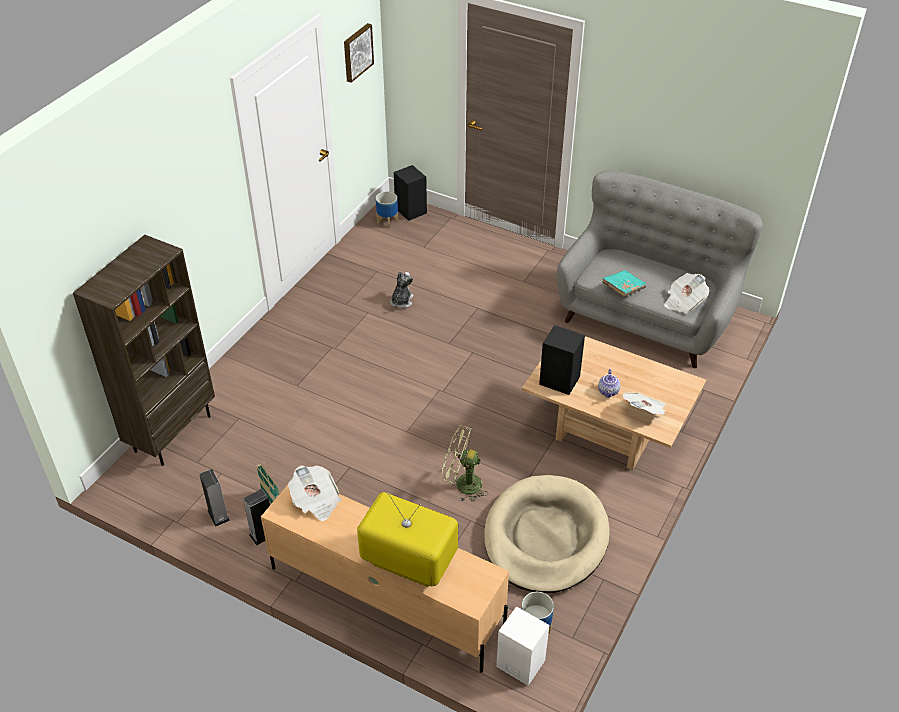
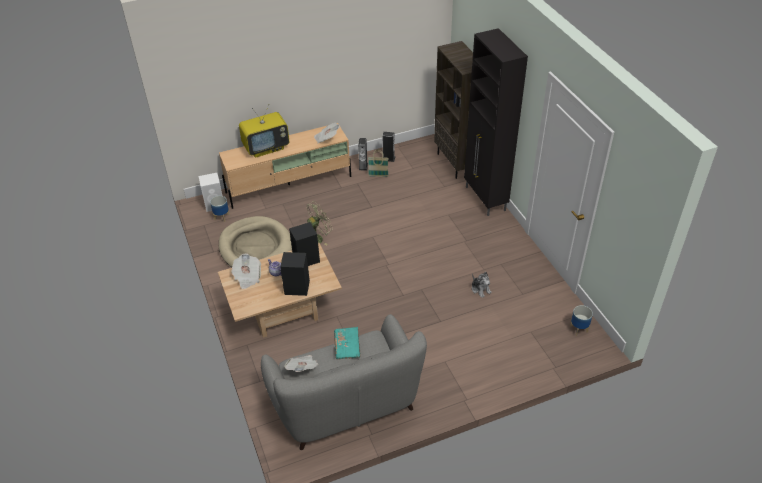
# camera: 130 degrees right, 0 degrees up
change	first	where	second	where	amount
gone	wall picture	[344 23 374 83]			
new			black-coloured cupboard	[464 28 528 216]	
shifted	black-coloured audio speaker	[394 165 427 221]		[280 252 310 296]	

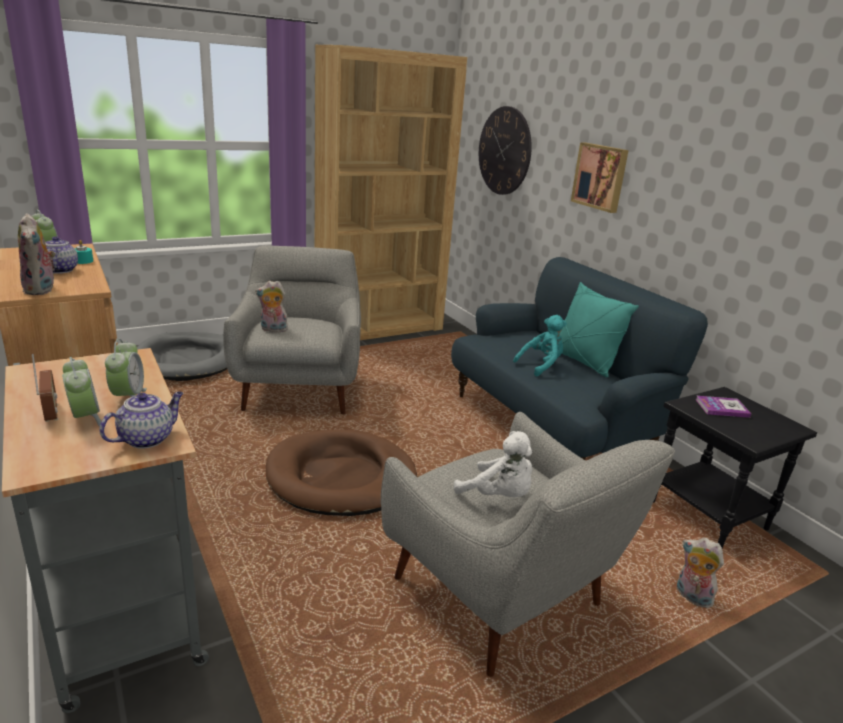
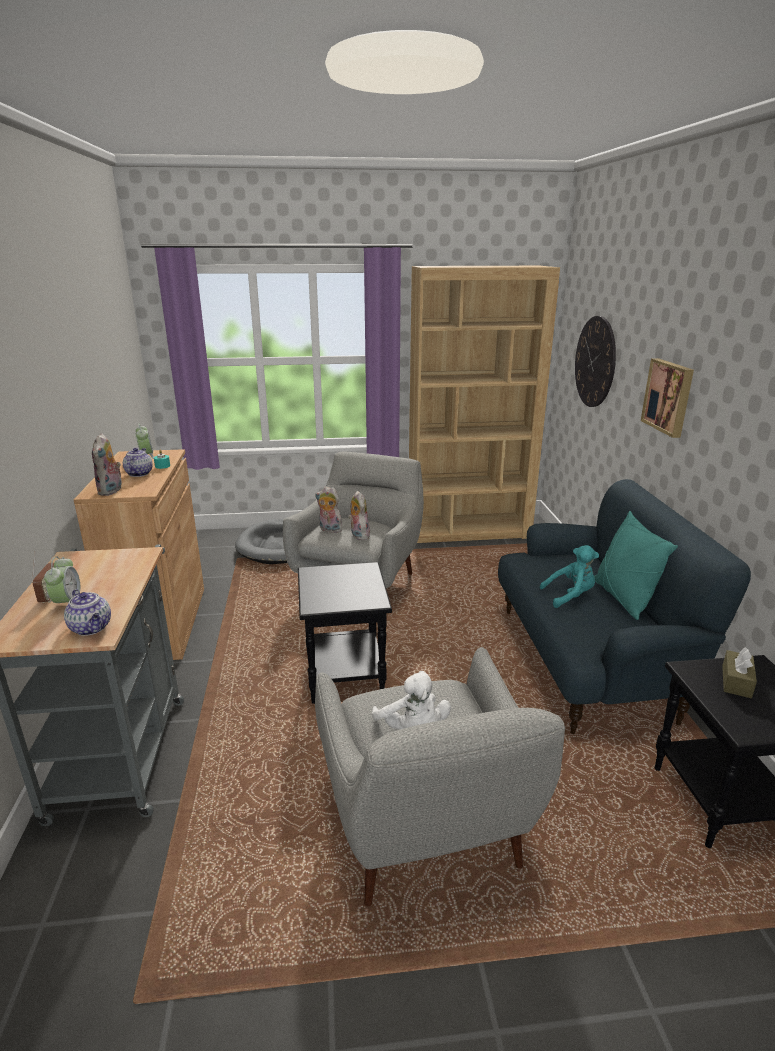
# camera: 25 degrees right, 0 degrees up
change	first	where	second	where	amount
gone	bedside clock	[105 339 147 397]			
shifted	plush toy	[677 538 724 608]		[348 491 370 540]	
swapped	brownish pet bed	[266 429 417 516]	black-coloured end table	[298 562 392 704]	
swapped	bound book	[695 396 751 418]	brownish tissue box	[722 647 757 698]	
rotated	tea pot	[99 392 184 449]		[64 589 111 636]	75 degrees clockwise

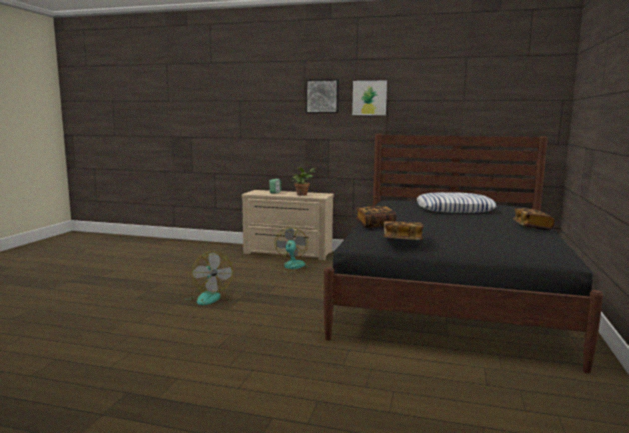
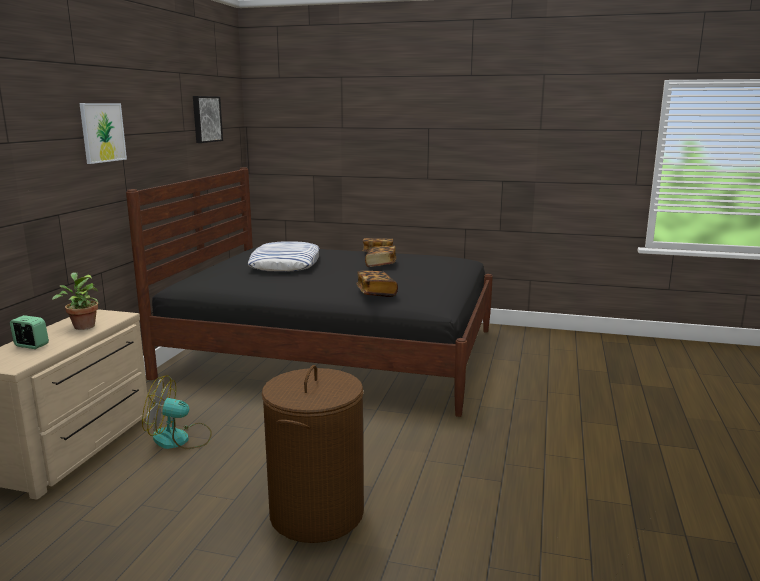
# camera: 90 degrees left, 5 degrees up
change	first	where	second	where	amount
shifted	wall picture	[306 79 339 113]		[193 96 223 143]	
shifted	bound book	[383 221 424 240]		[365 246 397 267]	
swapped	electric fan	[181 251 233 305]	brownish laundry basket	[262 365 364 543]	

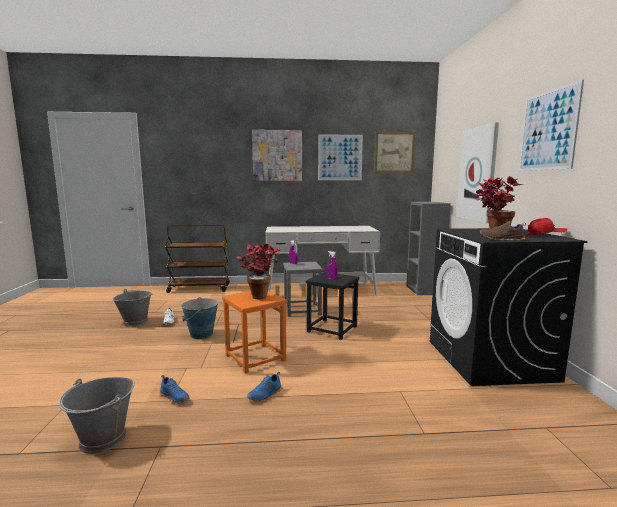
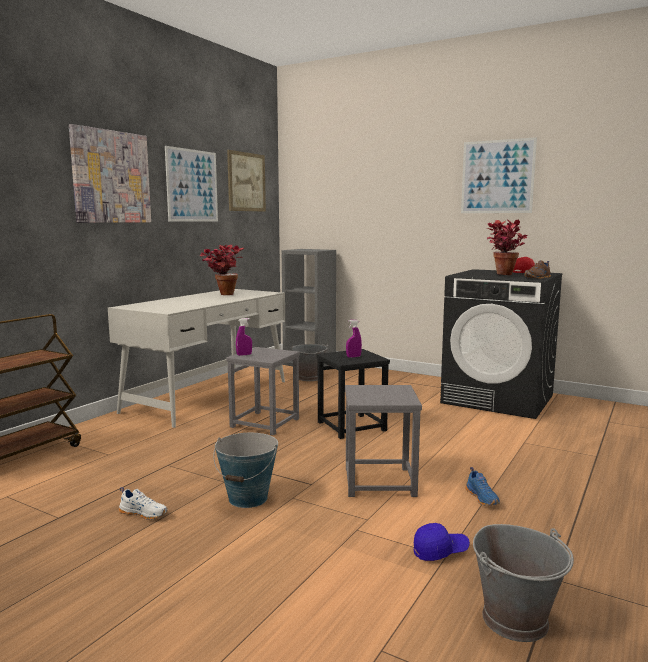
# camera: 55 degrees left, 0 degrees up
change	first	where	second	where	amount
gone	wall picture	[456 122 499 223]			
shifted	gray water bucket	[112 289 152 326]		[290 343 329 381]	
shifted	houseplant	[237 244 281 299]		[200 245 244 295]	
swapped	bluish shoe	[160 375 189 404]	bluish baseball cap	[413 523 470 561]	
repainted	orange stool	[222 291 287 374]	gray stool	[345 385 422 497]	

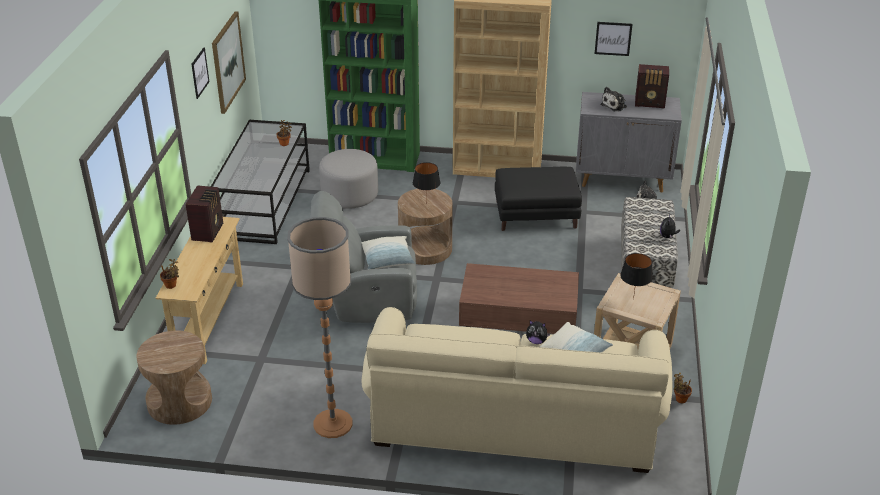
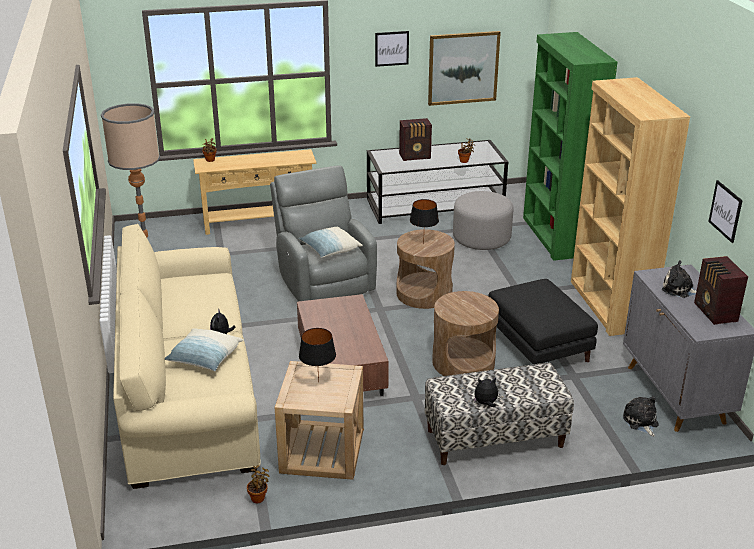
# camera: 70 degrees right, 5 degrees down
change	first	where	second	where	amount
shifted	brownish end table	[136 330 212 425]		[432 291 499 376]	
shifted	radio set	[186 185 223 243]		[399 118 432 161]	

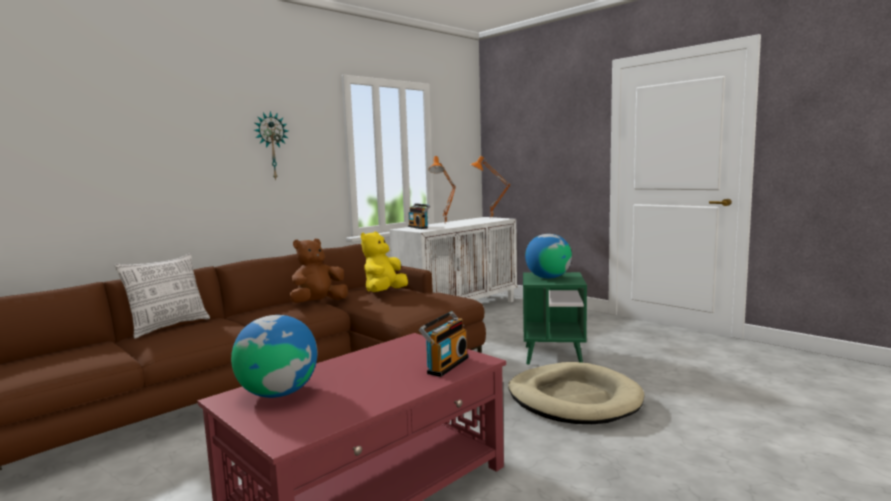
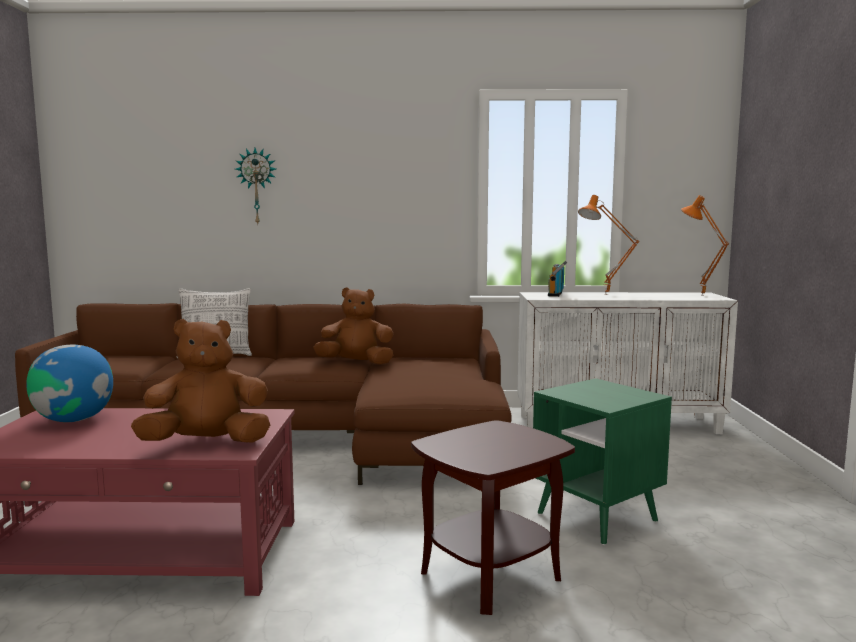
# camera: 45 degrees right, 0 degrees up
change	first	where	second	where	amount
gone	yellow plush toy	[361 231 408 292]			
gone	desk globe	[525 234 572 279]			
shifted	wall clock	[254 111 288 181]		[235 148 276 225]	
swapped	radio set	[419 311 469 377]	brownish plush toy	[131 319 270 443]	
swapped	beige pet bed	[508 362 644 424]	brownish end table	[411 420 575 615]	

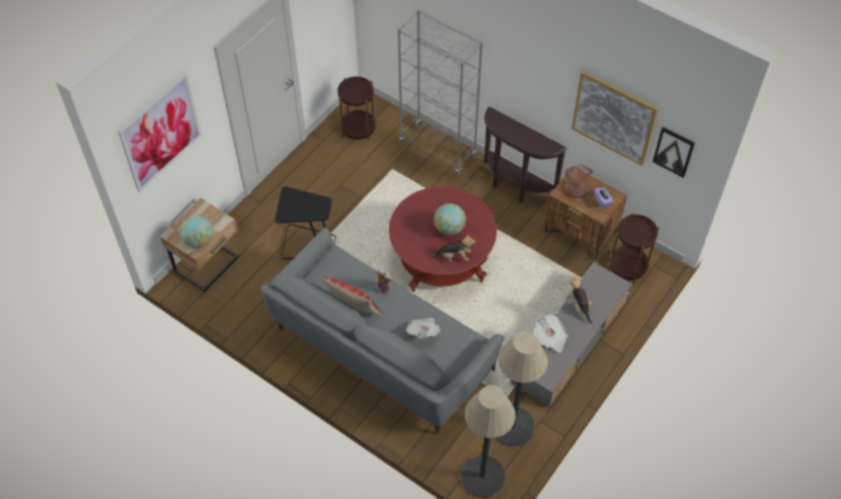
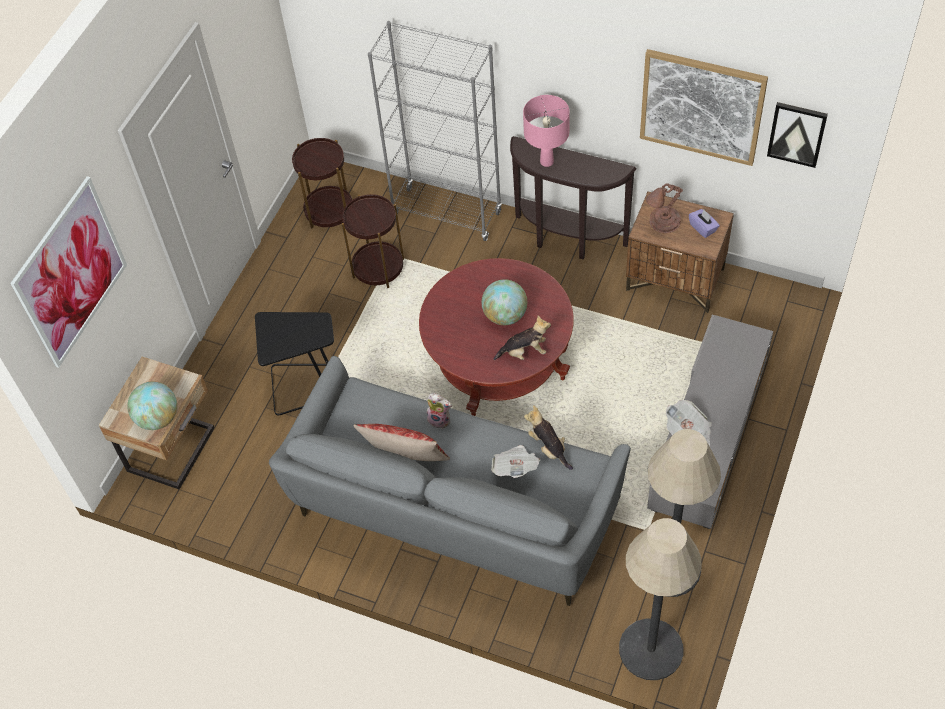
# camera: 10 degrees left, 0 degrees up
change	first	where	second	where	amount
new			pink tabletop lamp	[523 95 570 167]	
shifted	plush toy	[568 275 592 324]		[524 405 573 470]	
shifted	brownish end table	[608 213 659 283]		[341 194 404 288]	

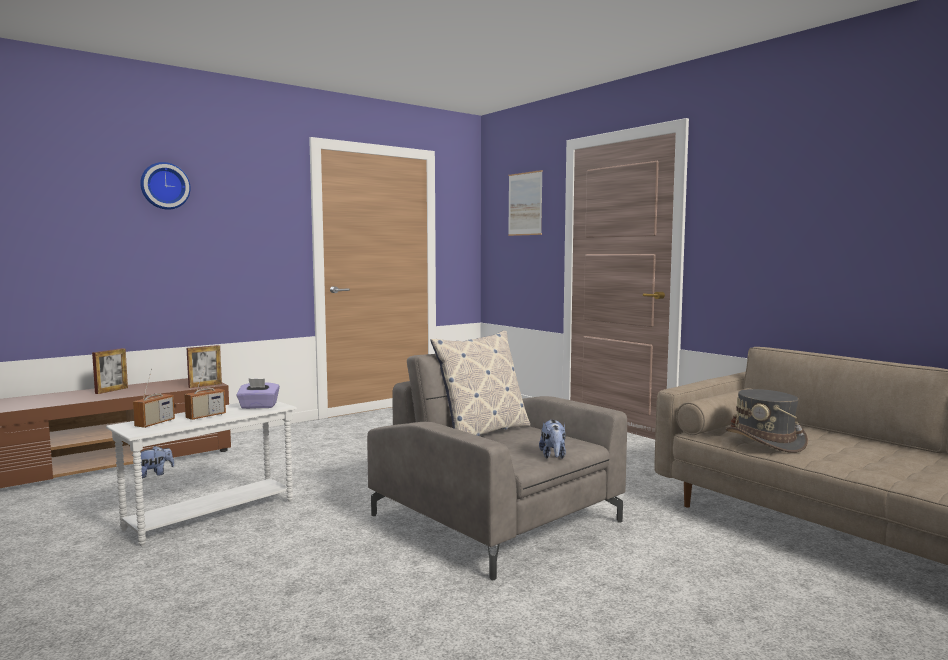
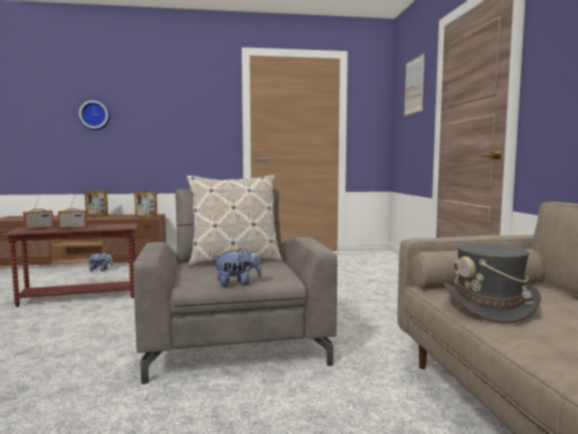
# camera: 30 degrees right, 0 degrees up
change	first	where	second	where	amount
gone	purplish tissue box	[236 378 280 409]			
shifted	wall clock	[140 162 191 210]		[78 99 110 130]	
repainted	white end table	[106 401 297 546]	brownish end table	[4 223 138 307]	
rotated	plush toy	[539 420 566 459]		[213 248 261 287]	135 degrees counterclockwise

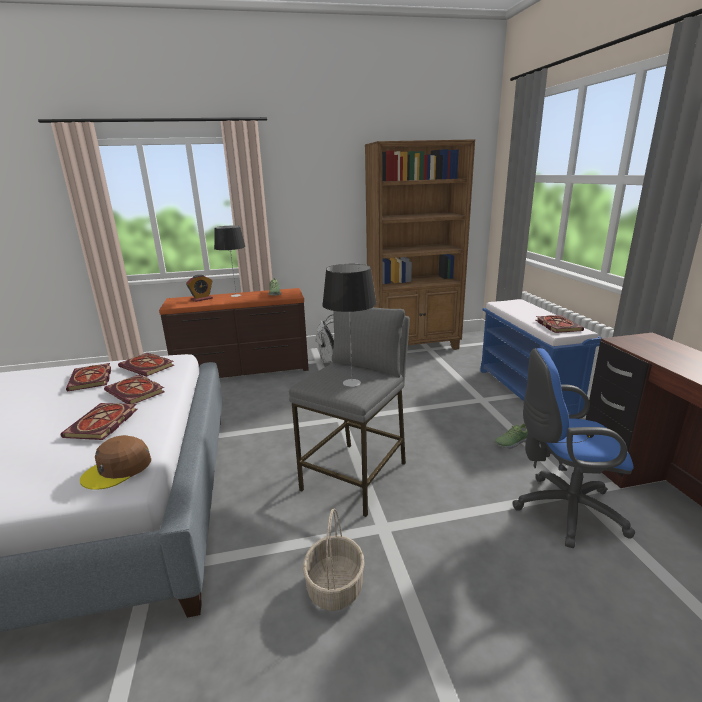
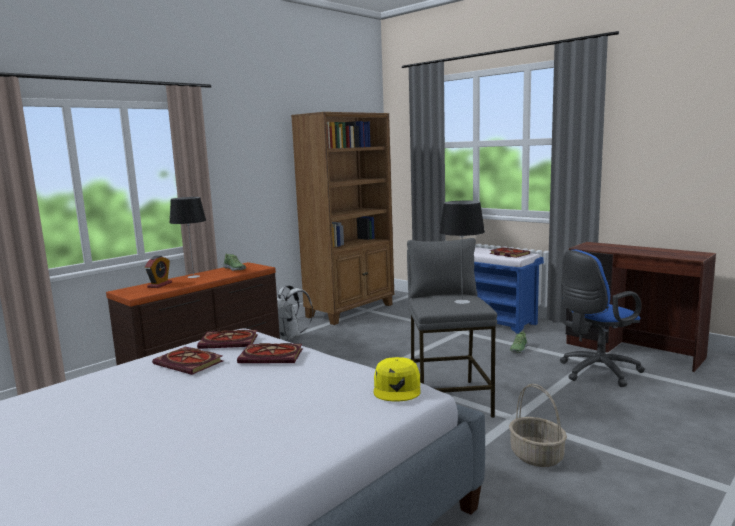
# camera: 35 degrees left, 10 degrees down
change	first	where	second	where	amount
gone	bound book	[60 403 138 440]			
repainted	brownish baseball cap	[80 435 151 490]	yellow baseball cap	[373 357 421 402]	

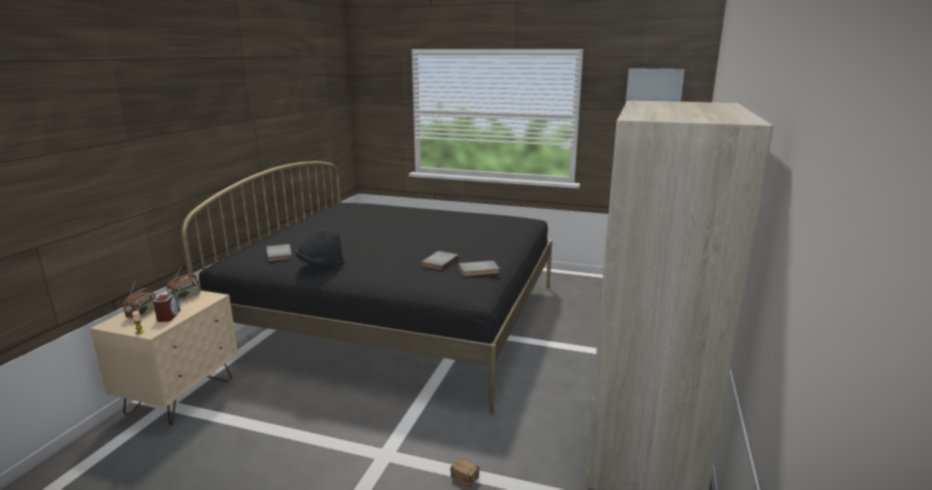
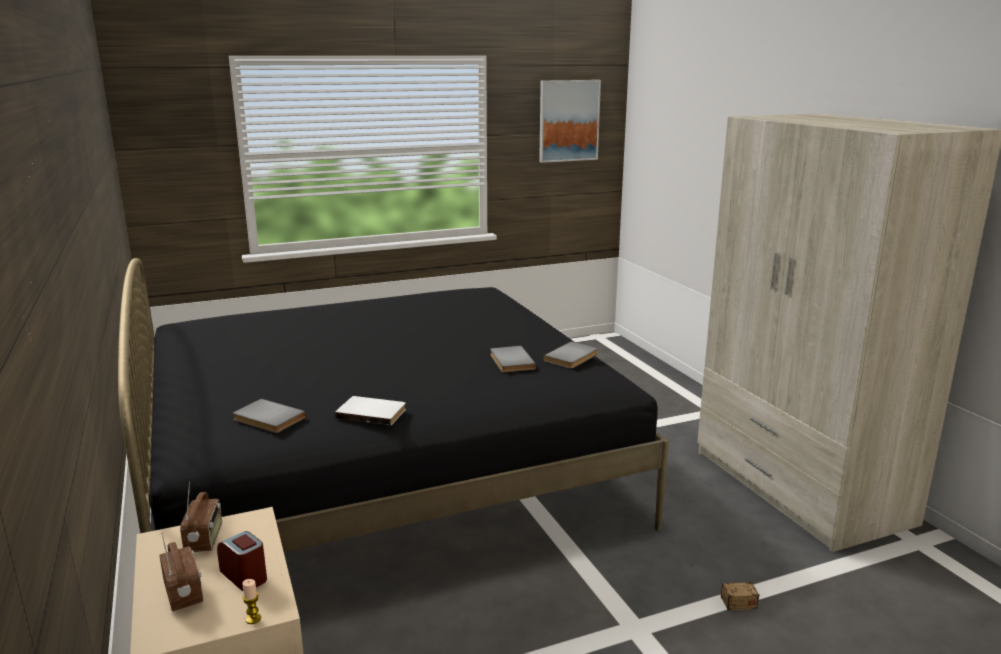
# camera: 40 degrees left, 0 degrees up
change	first	where	second	where	amount
swapped	black-coloured hat	[296 228 345 267]	white bound book	[335 396 406 425]	

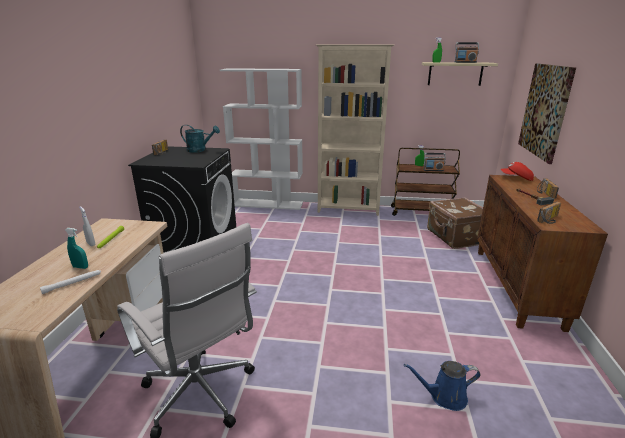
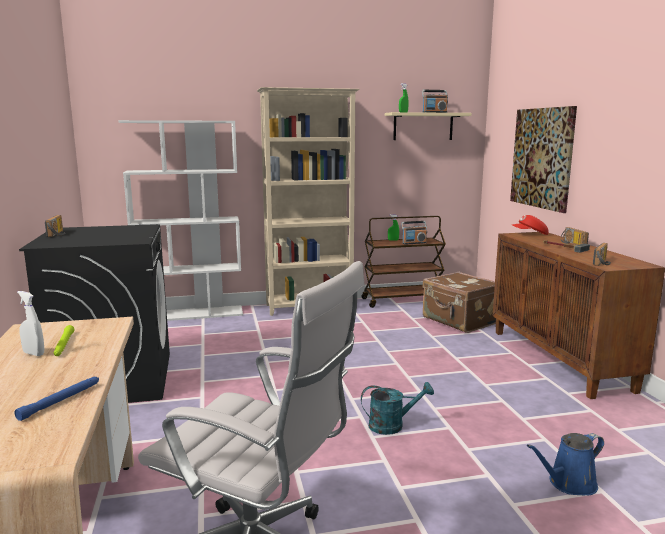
# camera: 20 degrees left, 10 degrees down
change	first	where	second	where	amount
gone	turquoise sprayer	[65 228 88 269]			
shifted	turquoise watering pot	[180 125 220 153]		[361 382 434 435]	
repainted	white hand torch	[40 270 101 294]	bluish hand torch	[14 377 99 421]	

